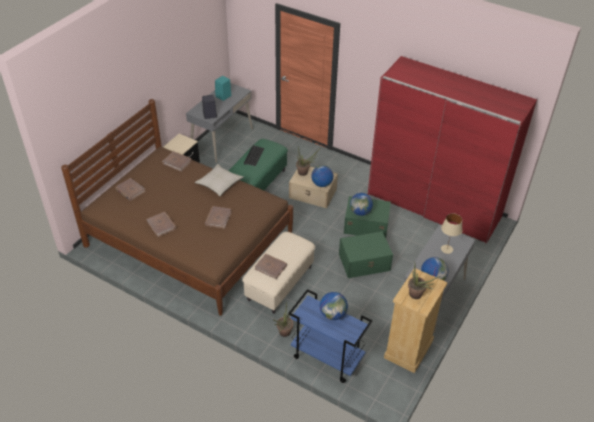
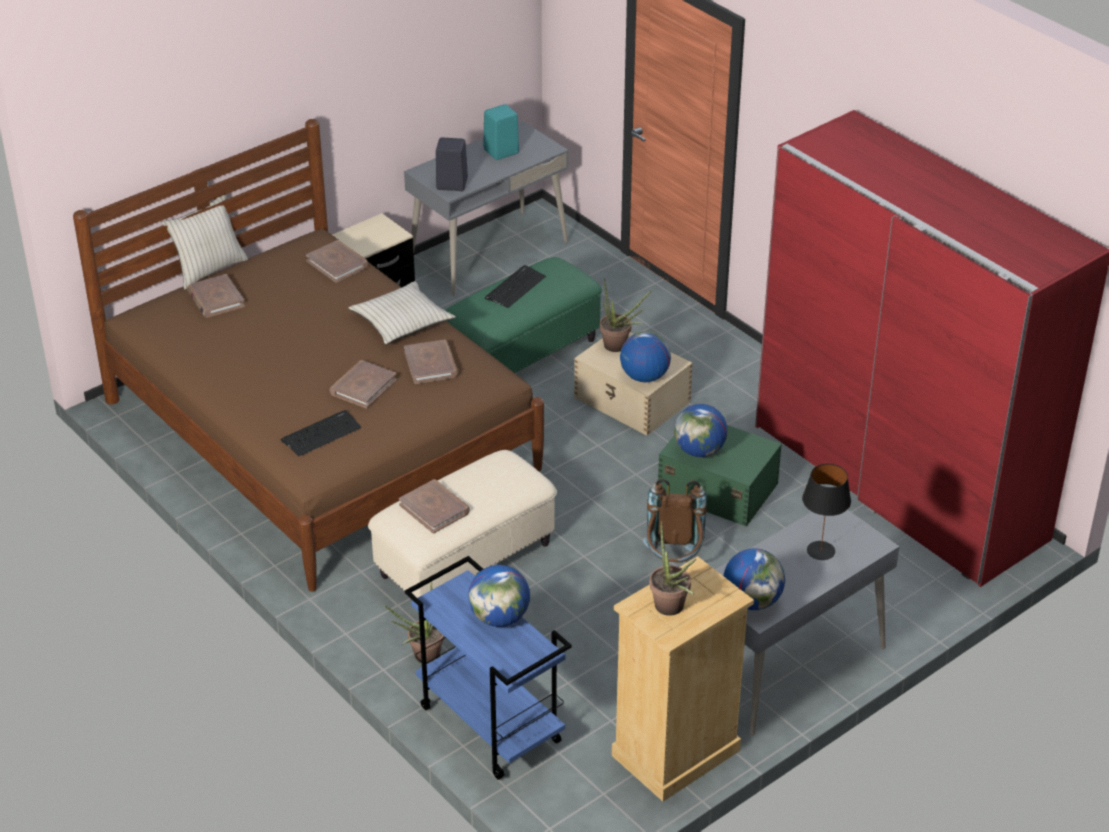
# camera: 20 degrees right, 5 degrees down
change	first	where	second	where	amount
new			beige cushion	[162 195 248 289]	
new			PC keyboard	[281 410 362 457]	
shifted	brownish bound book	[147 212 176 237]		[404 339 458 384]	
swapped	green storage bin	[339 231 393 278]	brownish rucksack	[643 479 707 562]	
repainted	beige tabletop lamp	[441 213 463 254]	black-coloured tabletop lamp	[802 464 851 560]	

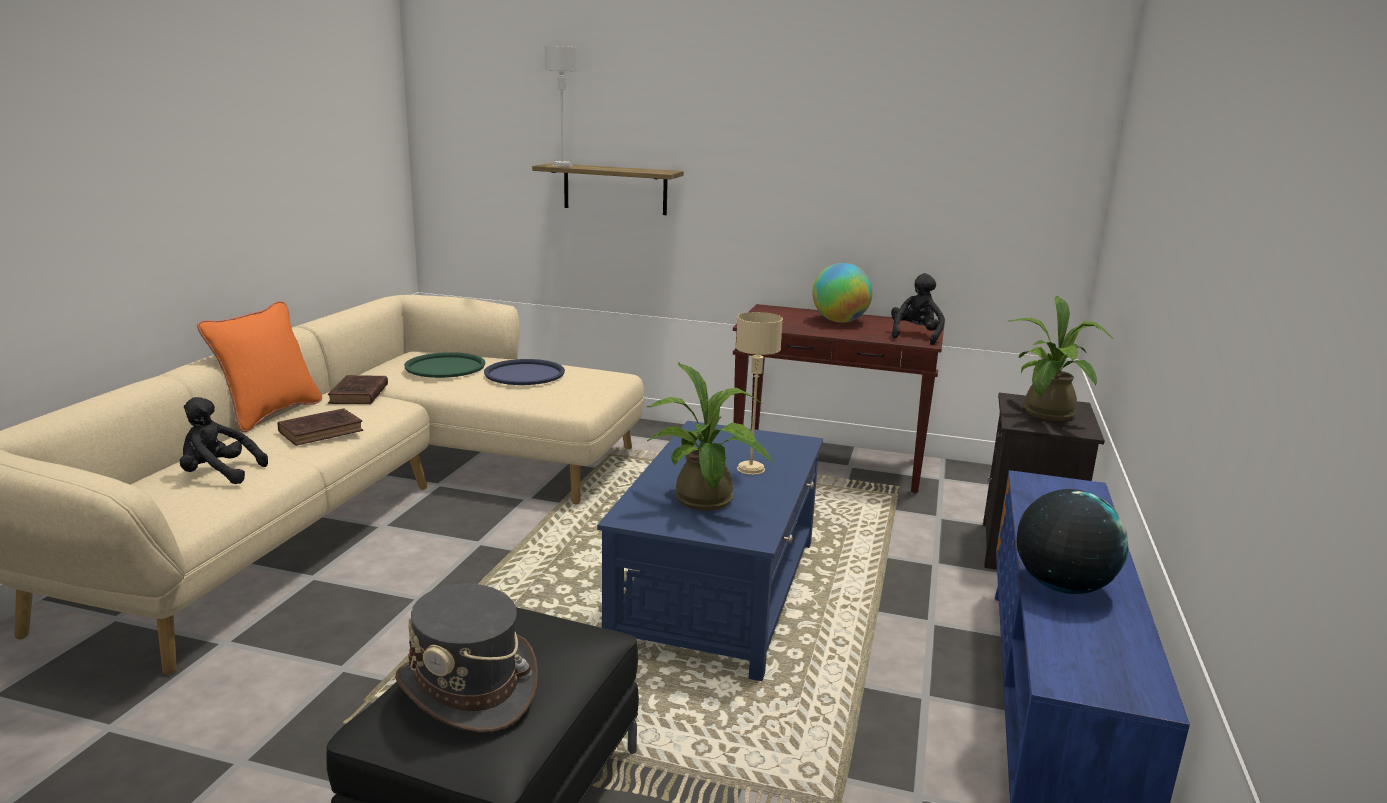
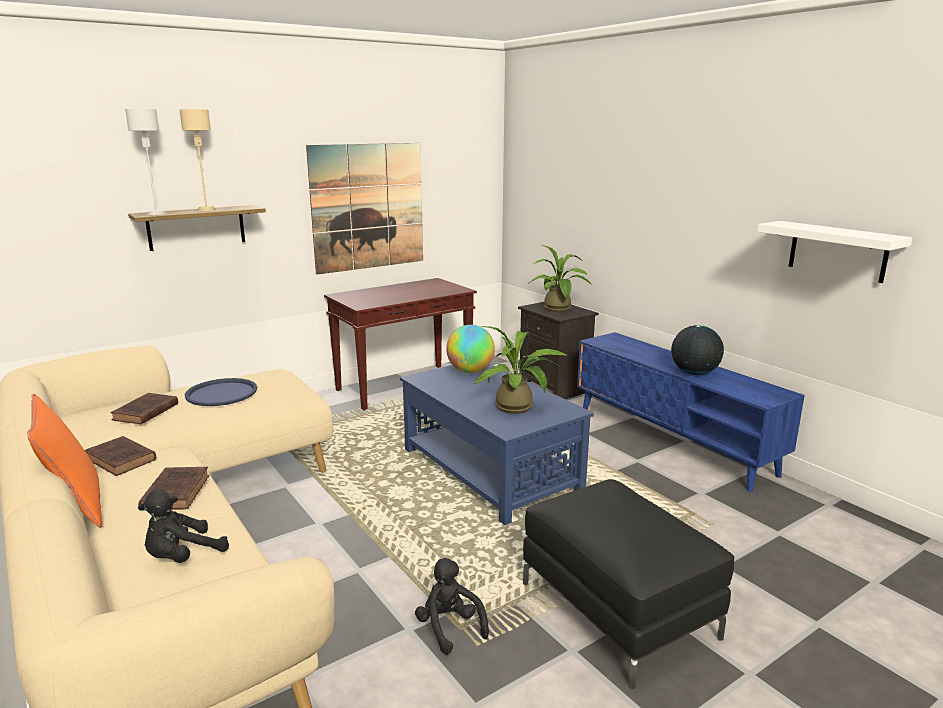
# camera: 50 degrees left, 0 degrees up
change	first	where	second	where	amount
gone	gray hat	[395 583 538 733]			
new			wall picture	[306 143 423 275]	
new			white shelf	[757 221 913 283]	
shifted	beige tabletop lamp	[736 312 783 475]		[179 109 215 211]	
shifted	desk globe	[812 263 873 323]		[446 325 495 373]	
shifted	black-coloured plush toy	[891 273 945 345]		[415 558 489 655]	
swapped	green serving tray	[404 352 485 378]	brownish bound book	[110 393 178 424]	

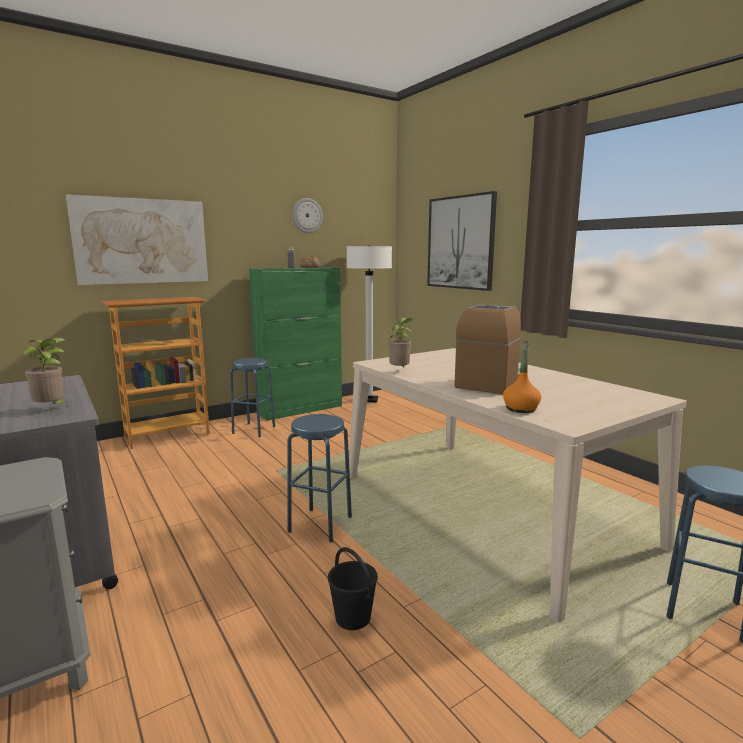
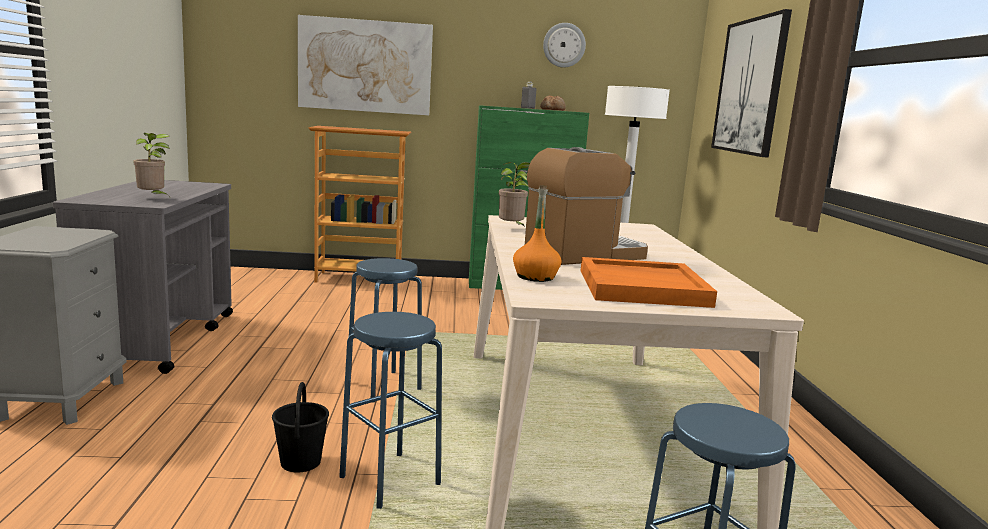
# camera: 30 degrees right, 0 degrees up
change	first	where	second	where	amount
new			orange serving tray	[580 257 717 308]	
shifted	bluish stool	[230 358 275 437]		[339 312 442 509]	

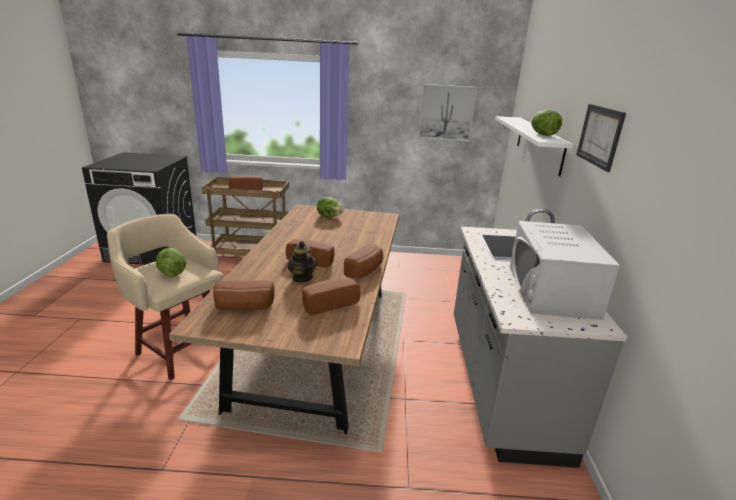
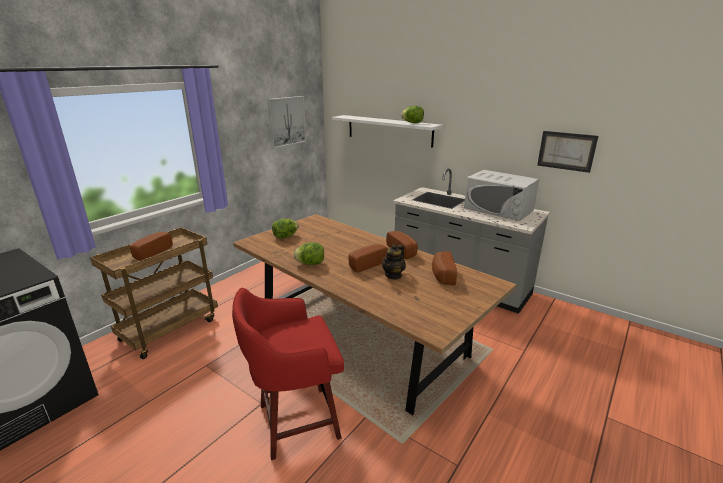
# camera: 55 degrees left, 0 degrees up
change	first	where	second	where	amount
gone	baked bread	[213 280 275 311]			
shifted	head of lettuce	[156 248 186 277]		[294 242 324 265]	
shifted	wall picture	[576 104 626 172]		[537 131 598 173]	
repainted	beige stool	[107 214 224 380]	reddish stool	[232 288 344 460]	
rotated	tea pot	[288 241 317 282]		[382 244 406 279]	60 degrees counterclockwise

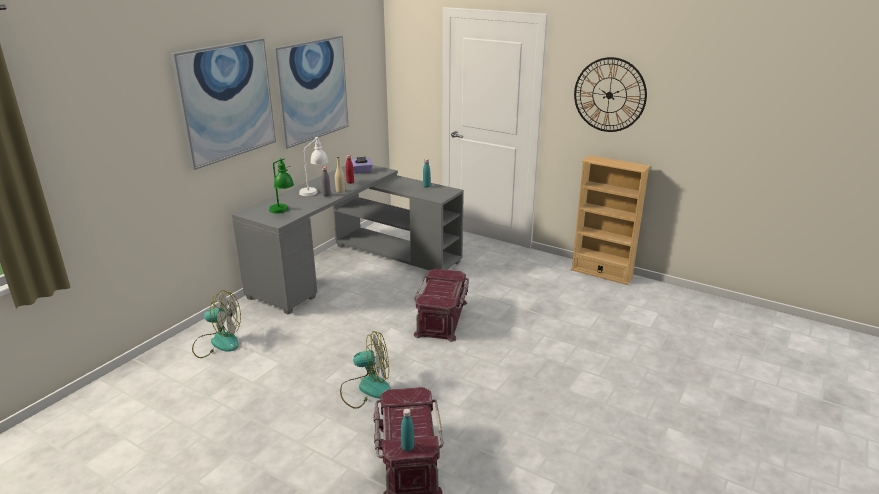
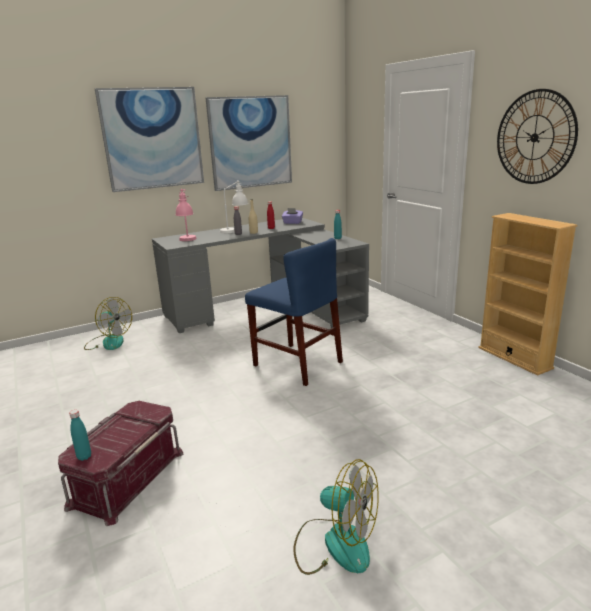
# camera: 30 degrees right, 5 degrees down
change	first	where	second	where	amount
shifted	electric fan	[340 331 391 409]		[293 459 379 575]	
swapped	reddish storage bin	[414 269 469 342]	bluish upright chair	[245 238 343 386]	
repainted	green tabletop lamp	[269 158 294 214]	pink tabletop lamp	[176 189 197 241]	

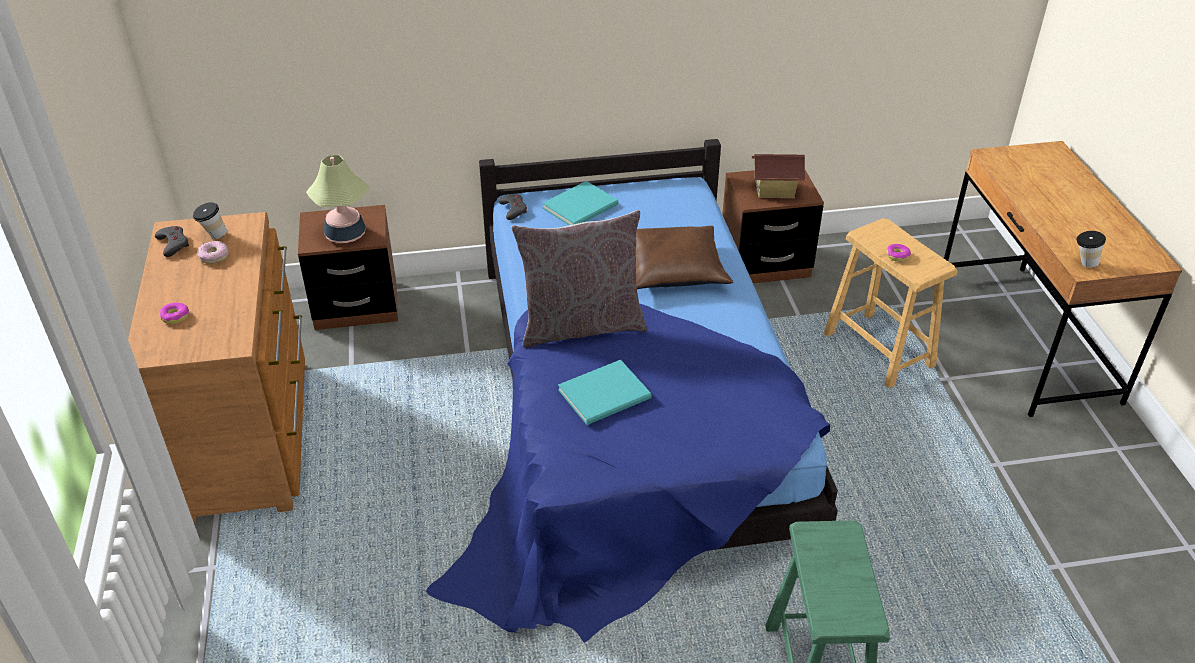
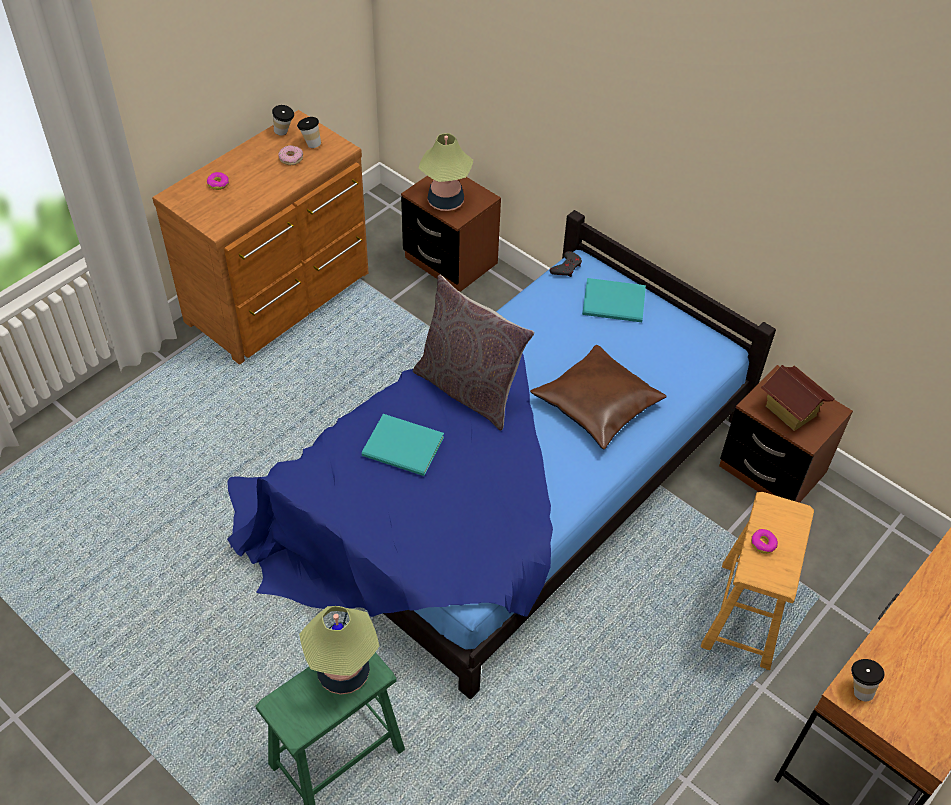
# camera: 50 degrees right, 10 degrees up
change	first	where	second	where	amount
new			tabletop lamp	[299 606 380 695]	
swapped	gray game controller	[155 226 189 257]	small cup	[272 105 294 136]	

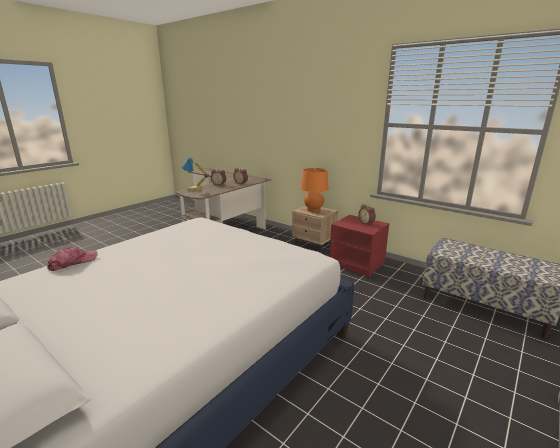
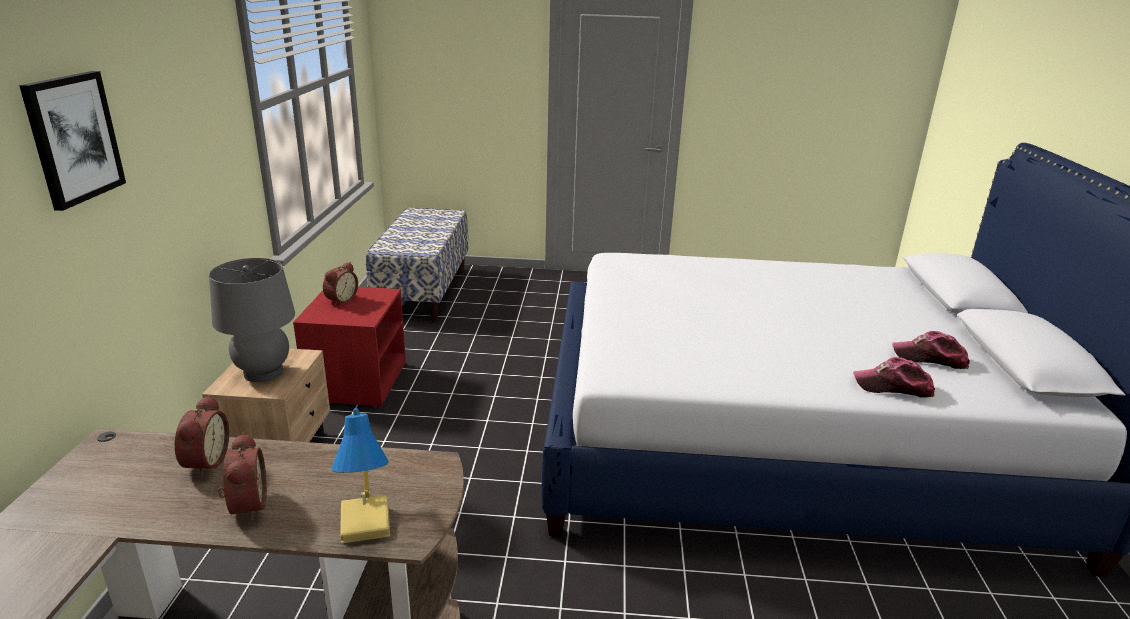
# camera: 125 degrees left, 5 degrees up
change	first	where	second	where	amount
new			wall picture	[19 71 126 211]	
new			baseball cap	[892 331 970 369]	
repainted	orange tabletop lamp	[301 168 329 212]	gray tabletop lamp	[209 258 295 382]	

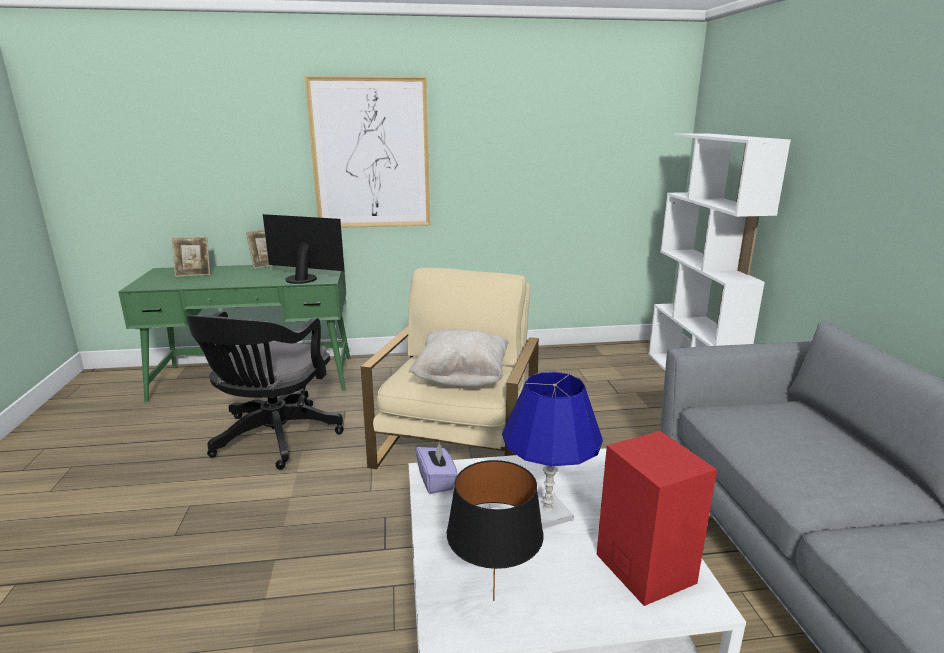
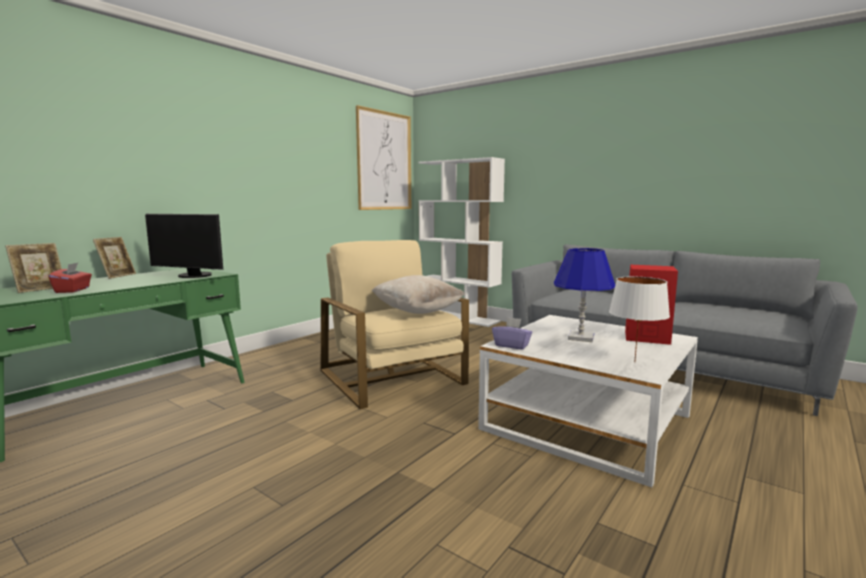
# camera: 45 degrees left, 10 degrees down
change	first	where	second	where	amount
gone	black-coloured computer chair	[186 311 344 470]			
new			reddish tissue box	[48 263 92 293]	
shifted	wall picture	[305 76 430 228]		[356 105 411 210]	
repainted	black-coloured tabletop lamp	[447 460 544 601]	white tabletop lamp	[609 277 670 363]	
rotated	computer display	[263 214 344 284]		[145 214 223 278]	135 degrees counterclockwise

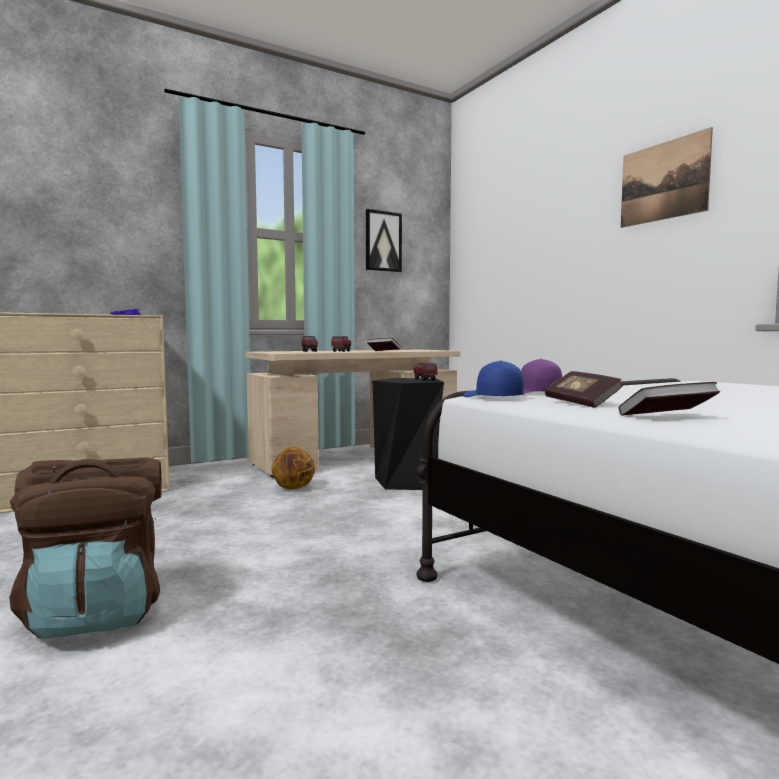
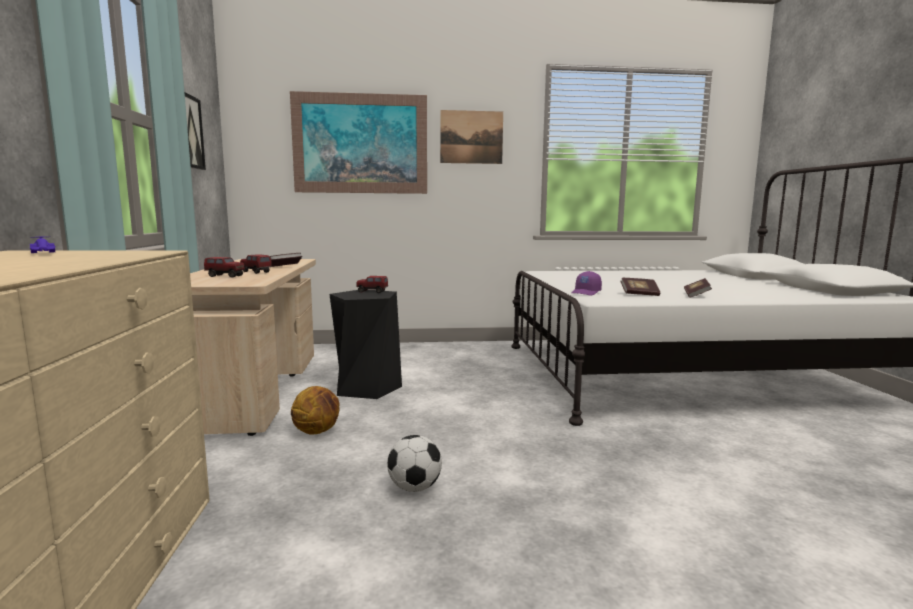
# camera: 65 degrees left, 5 degrees up
change	first	where	second	where	amount
gone	brownish rucksack	[9 457 162 639]			
gone	bluish baseball cap	[464 360 524 397]			
new			wall picture	[290 91 427 194]	
new			football	[387 435 442 492]	

